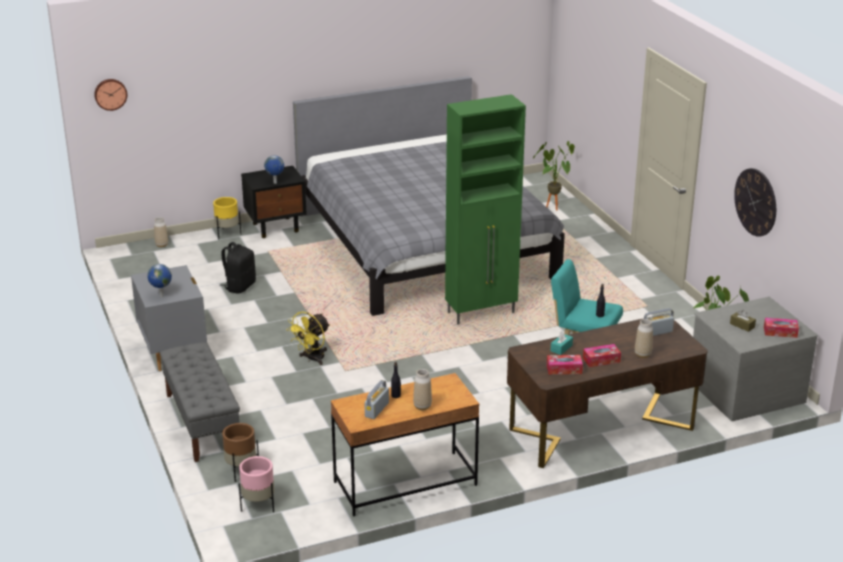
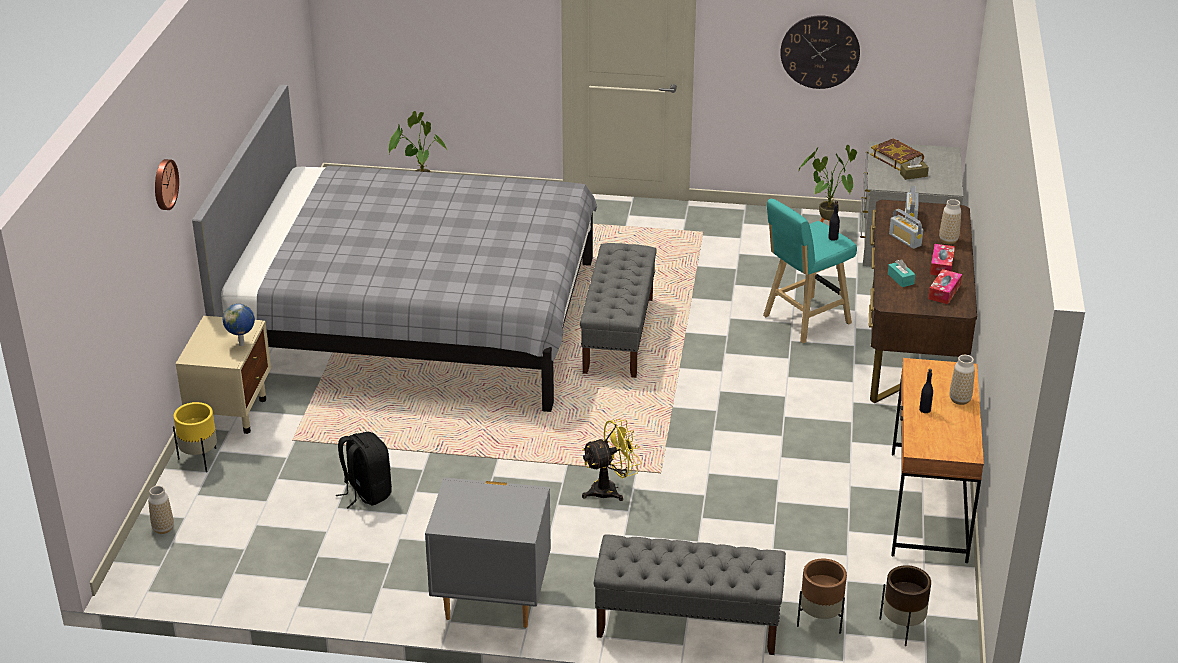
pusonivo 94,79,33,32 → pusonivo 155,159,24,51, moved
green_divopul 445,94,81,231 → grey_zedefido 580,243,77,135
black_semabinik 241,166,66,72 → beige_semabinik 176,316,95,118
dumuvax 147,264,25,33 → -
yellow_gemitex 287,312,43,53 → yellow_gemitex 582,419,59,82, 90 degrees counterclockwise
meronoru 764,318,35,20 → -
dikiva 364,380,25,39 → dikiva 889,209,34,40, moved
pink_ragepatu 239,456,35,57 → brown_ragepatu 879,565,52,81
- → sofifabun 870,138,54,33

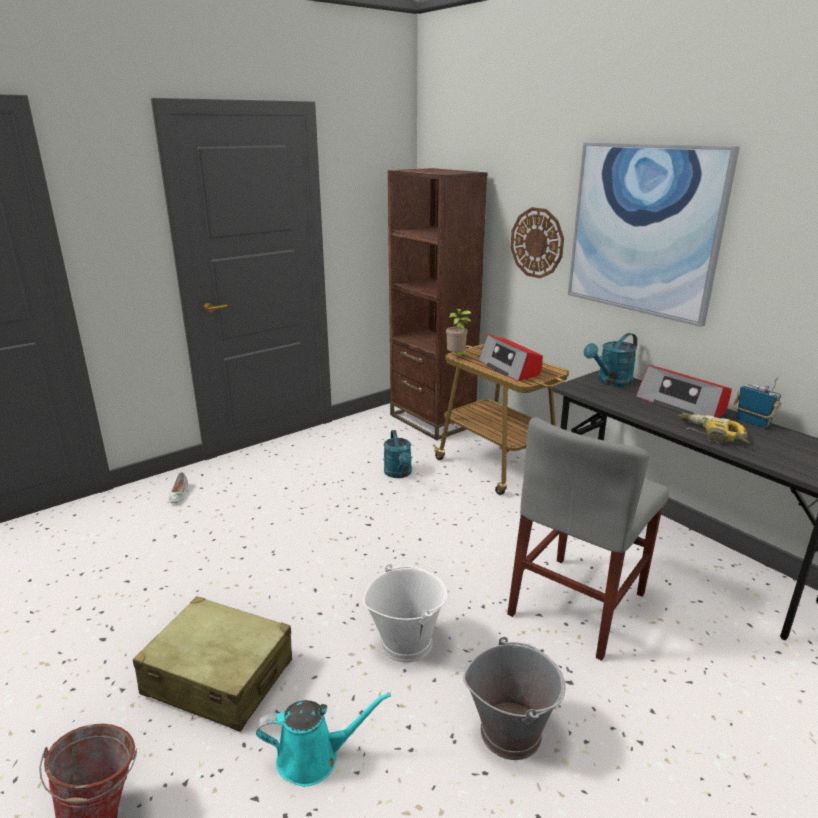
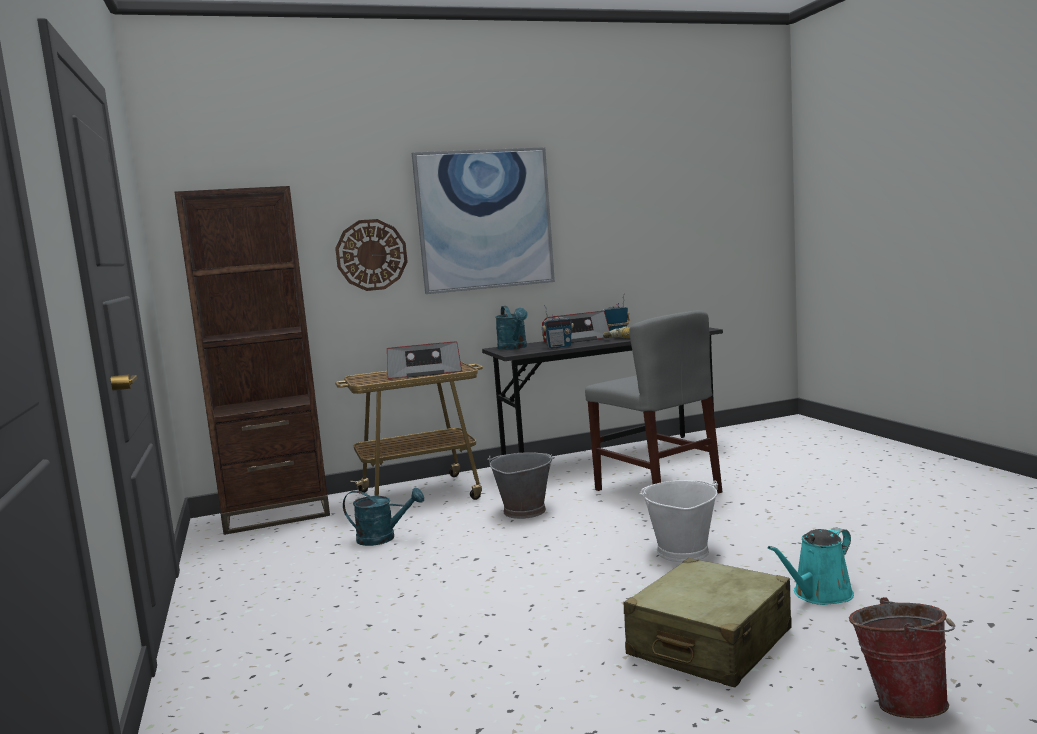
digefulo 446,309,26,48 → -
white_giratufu 169,472,19,31 → -
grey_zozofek 463,637,103,123 → grey_zozofek 487,452,68,67, moved
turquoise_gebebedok 256,693,135,93 → turquoise_gebebedok 768,528,86,77, 135 degrees counterclockwise
- → dikiva 542,305,32,44

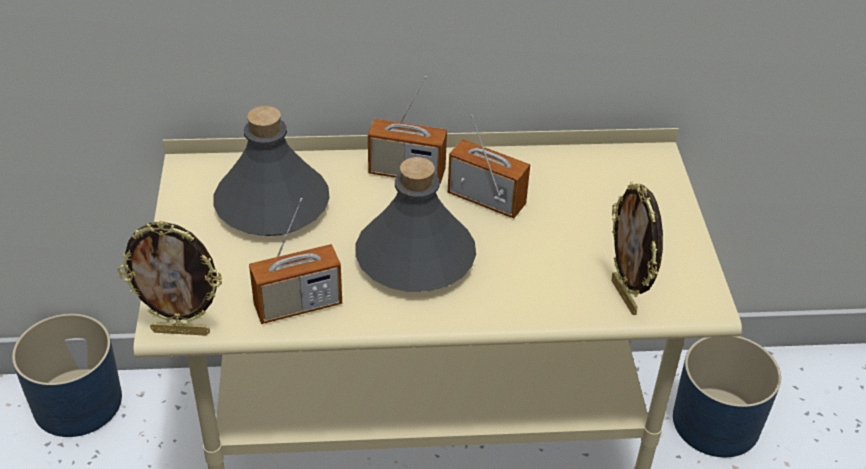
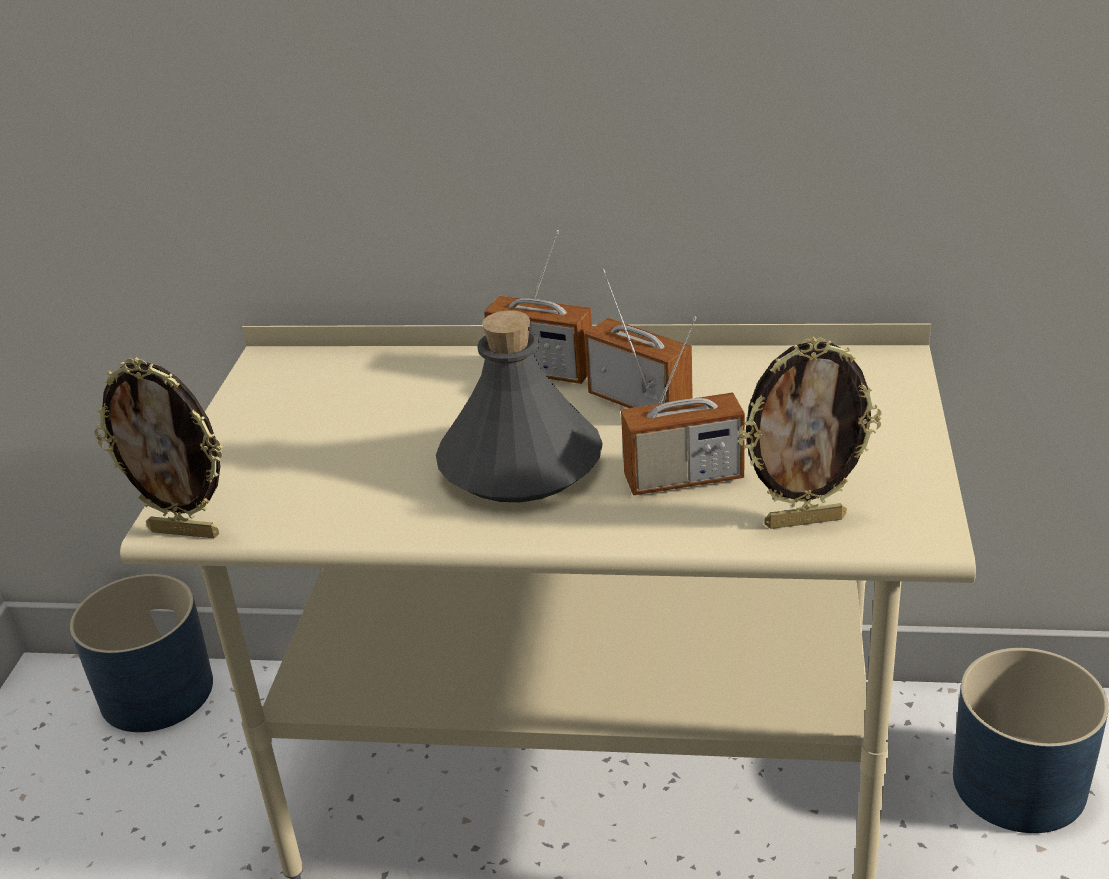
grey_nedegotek 214,106,116,130 → -
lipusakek 612,182,51,133 → lipusakek 738,337,144,192, 90 degrees counterclockwise
dikiva 249,198,93,126 → dikiva 621,317,124,178, moved

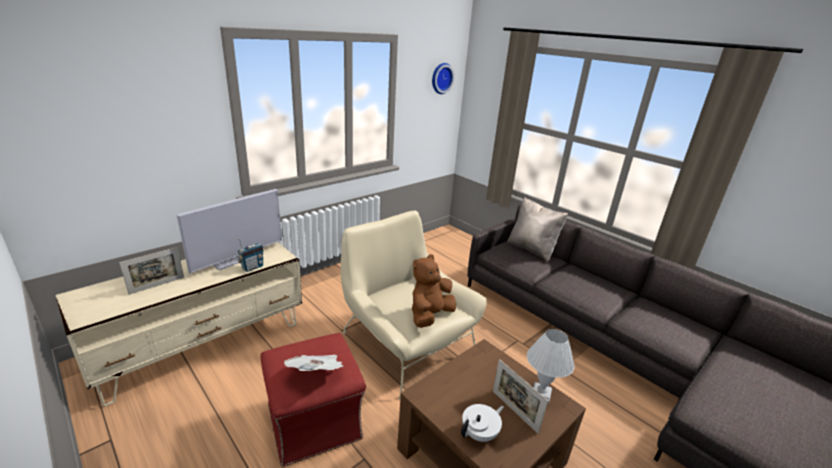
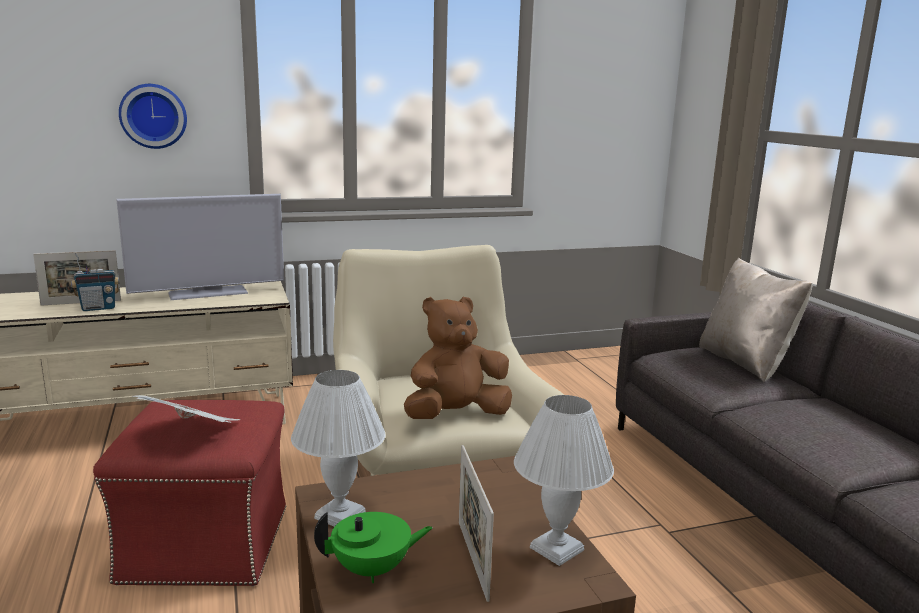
pusonivo 432,63,22,31 → pusonivo 119,84,68,65, moved
dikiva 237,238,27,34 → dikiva 71,252,49,59, moved
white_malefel 461,404,43,38 → green_malefel 314,512,119,71
- → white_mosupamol 291,370,94,157

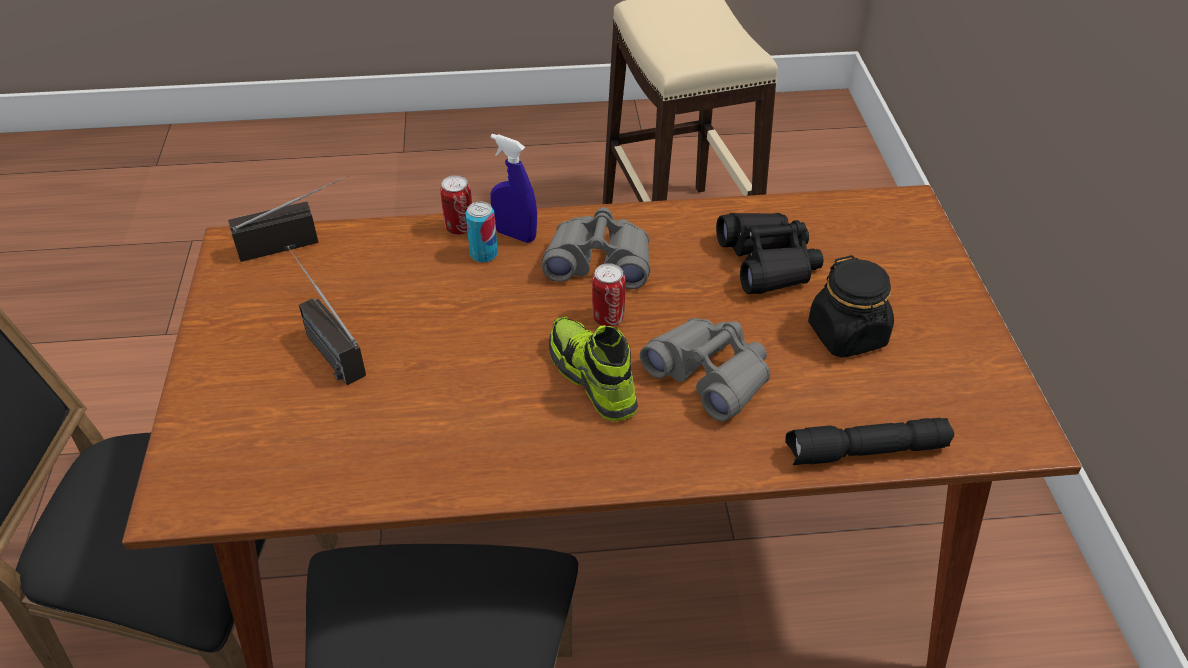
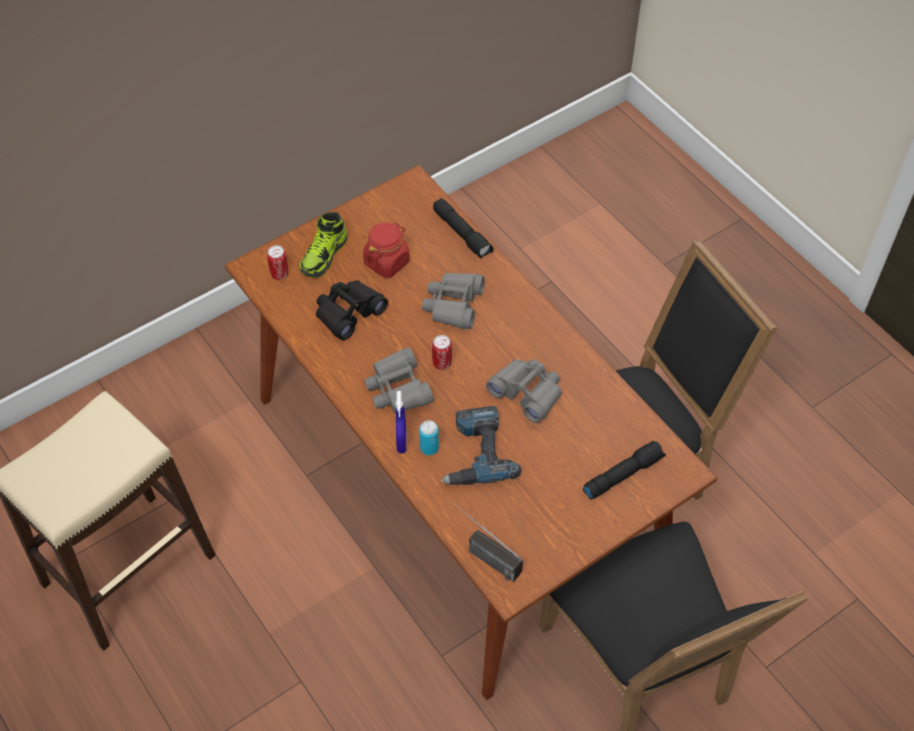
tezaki 440,175,32,60 → tezaki 267,245,21,35, moved
dikiva 287,246,79,139 → -
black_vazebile 808,255,86,103 → red_vazebile 363,222,47,56
giratufu 549,316,89,105 → giratufu 299,212,49,66, moved
- → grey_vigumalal 486,359,76,64
- → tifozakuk 441,406,80,79
- → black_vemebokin 583,441,83,59

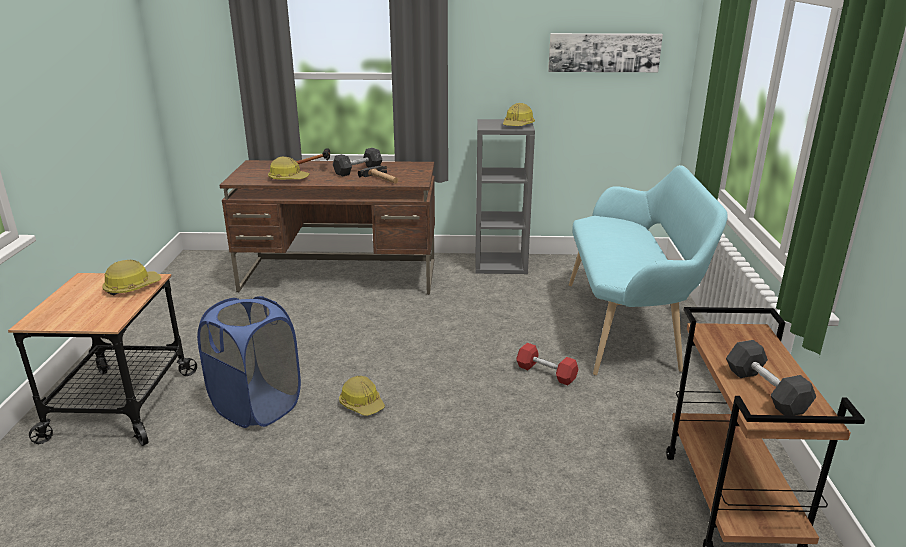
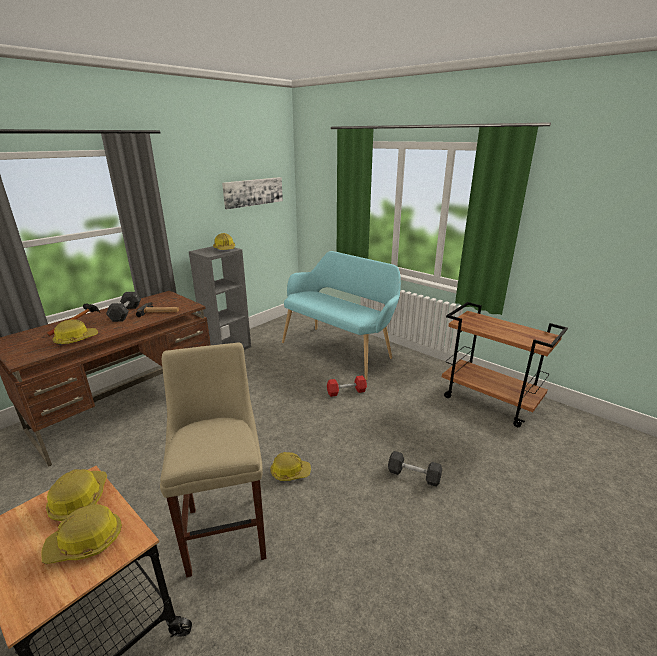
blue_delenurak 197,296,104,132 → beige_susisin 160,342,107,235
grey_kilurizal 726,340,90,76 → grey_kilurizal 388,451,54,36, moved
- → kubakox 41,504,81,60

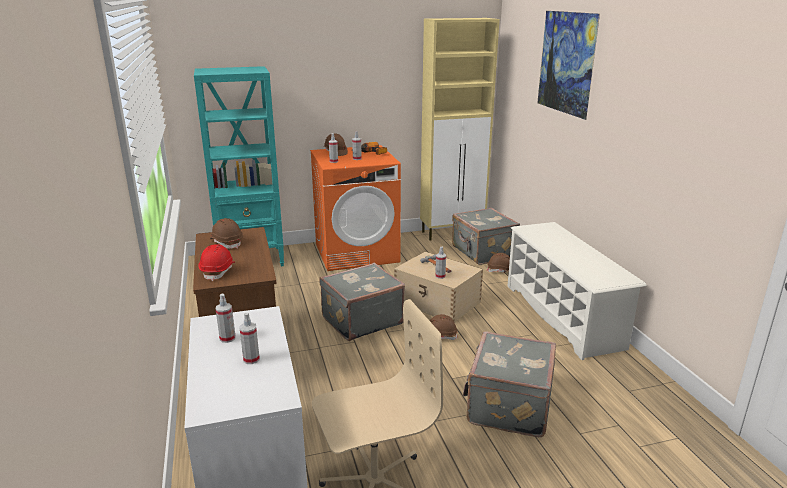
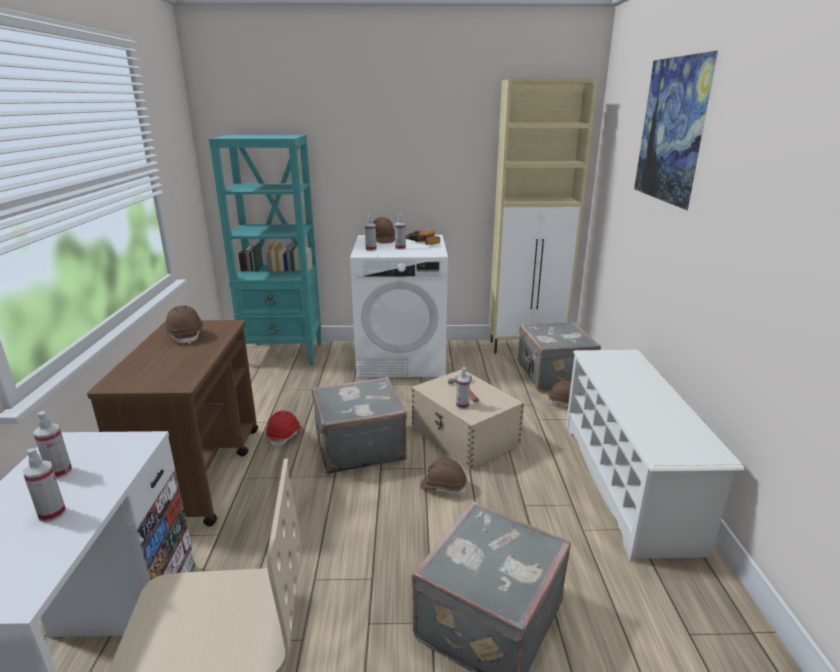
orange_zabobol 310,145,91,126 → white_zabobol 350,235,98,143
red_kubakox 199,244,36,37 → red_kubakox 266,411,37,36, moved

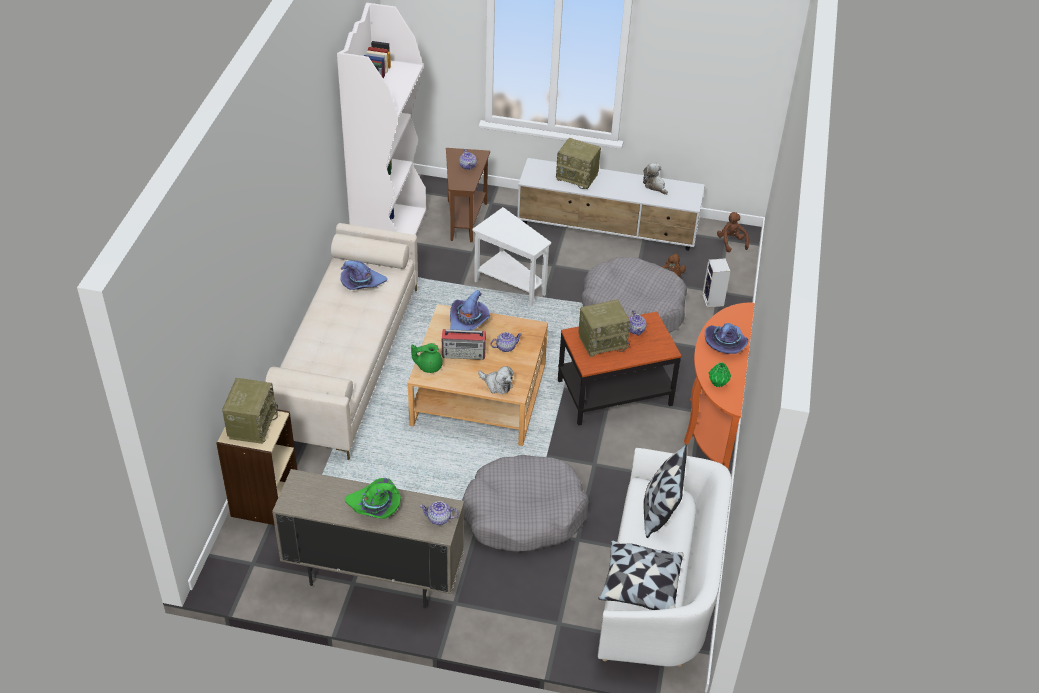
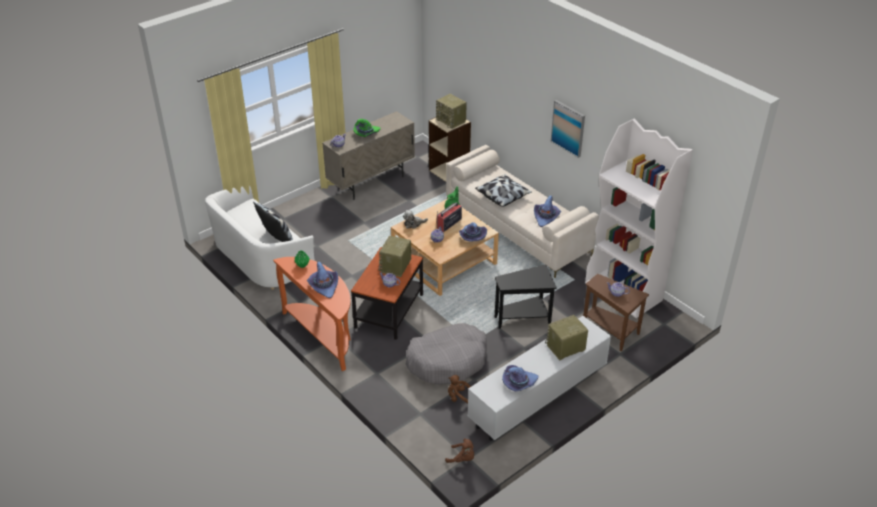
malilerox 643,163,25,32 → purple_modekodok 502,365,37,26
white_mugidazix 472,207,79,99 → black_mugidazix 495,264,62,65
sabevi 702,258,28,50 → -
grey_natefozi 462,455,127,97 → -
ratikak 599,540,85,70 → ratikak 475,174,57,33, moved
- → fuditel 551,100,34,58

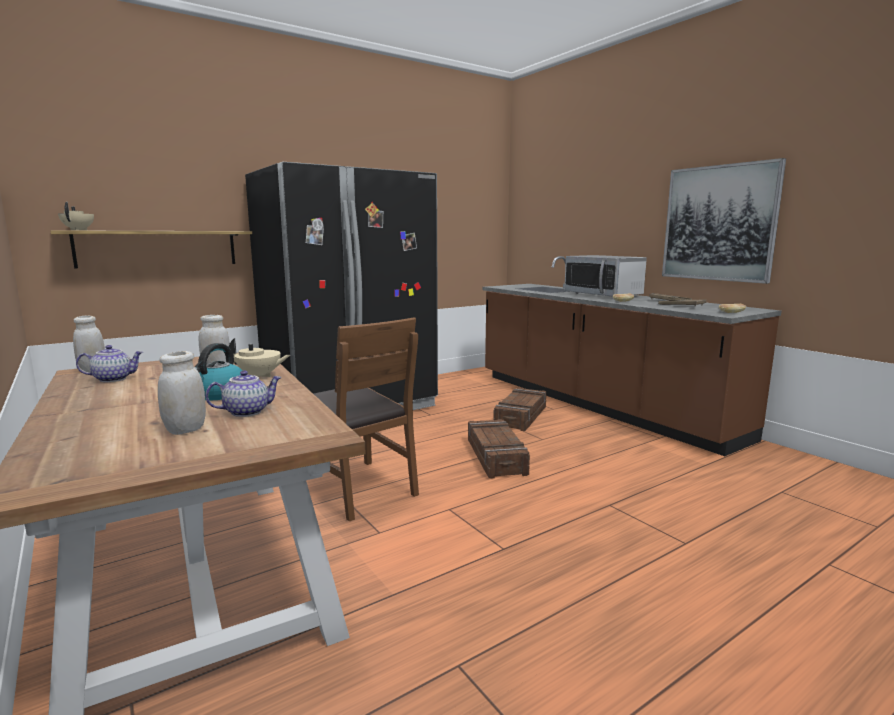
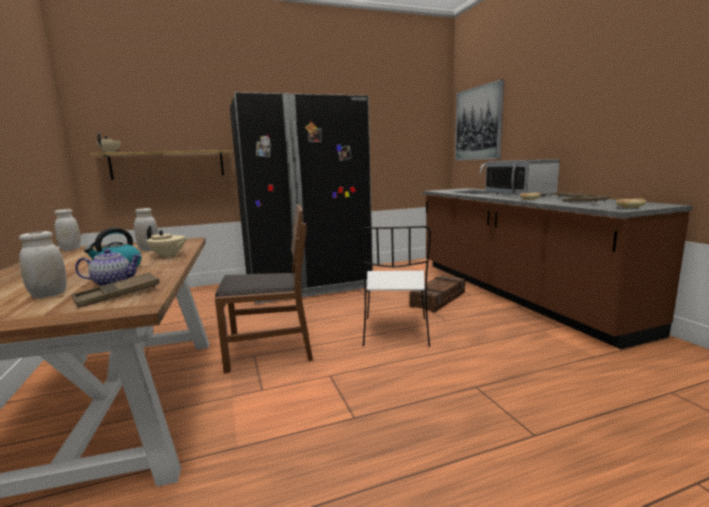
fuditel 662,158,124,126 → fuditel 455,79,49,81, moved
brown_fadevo 314,317,105,204 → brown_fadevo 215,204,98,169, 75 degrees counterclockwise
malefel 76,345,67,37 → -
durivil 468,419,62,60 → white_fadevo 359,226,72,121
- → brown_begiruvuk 72,272,88,36

